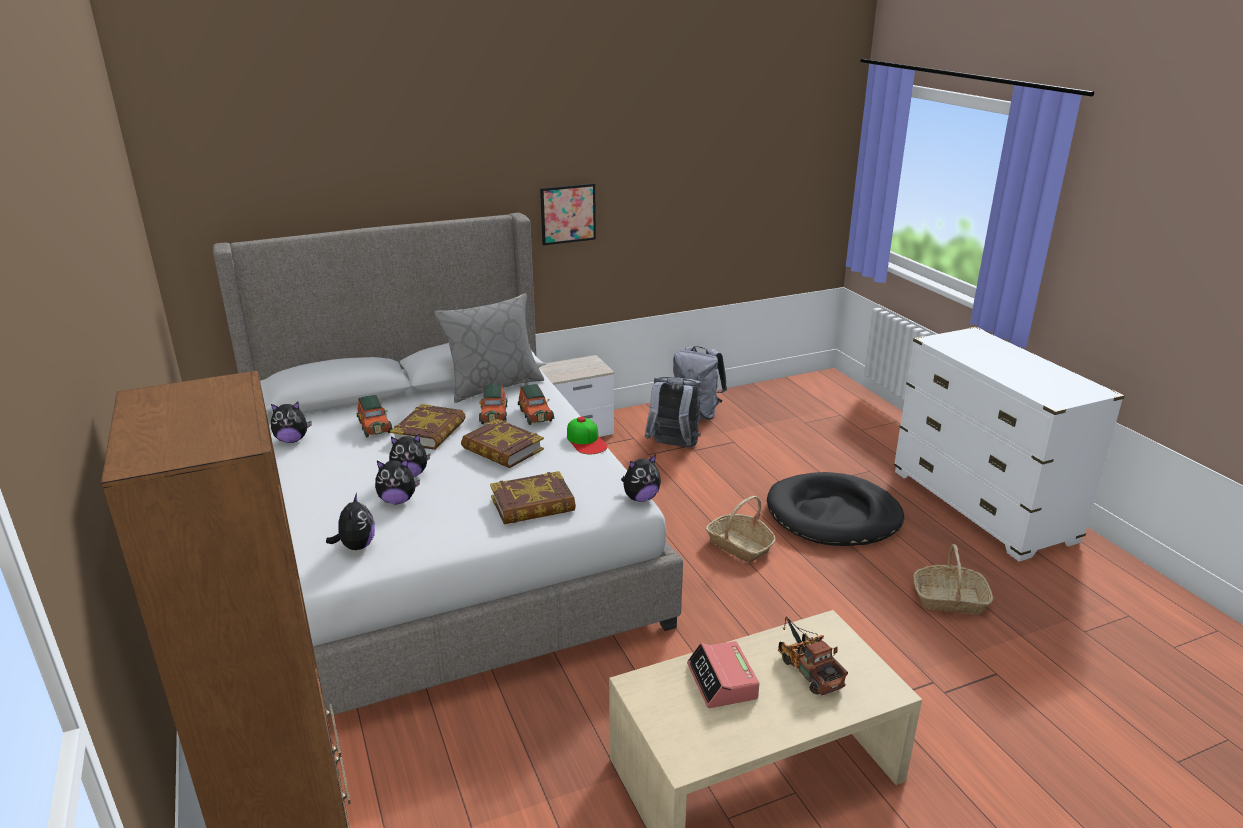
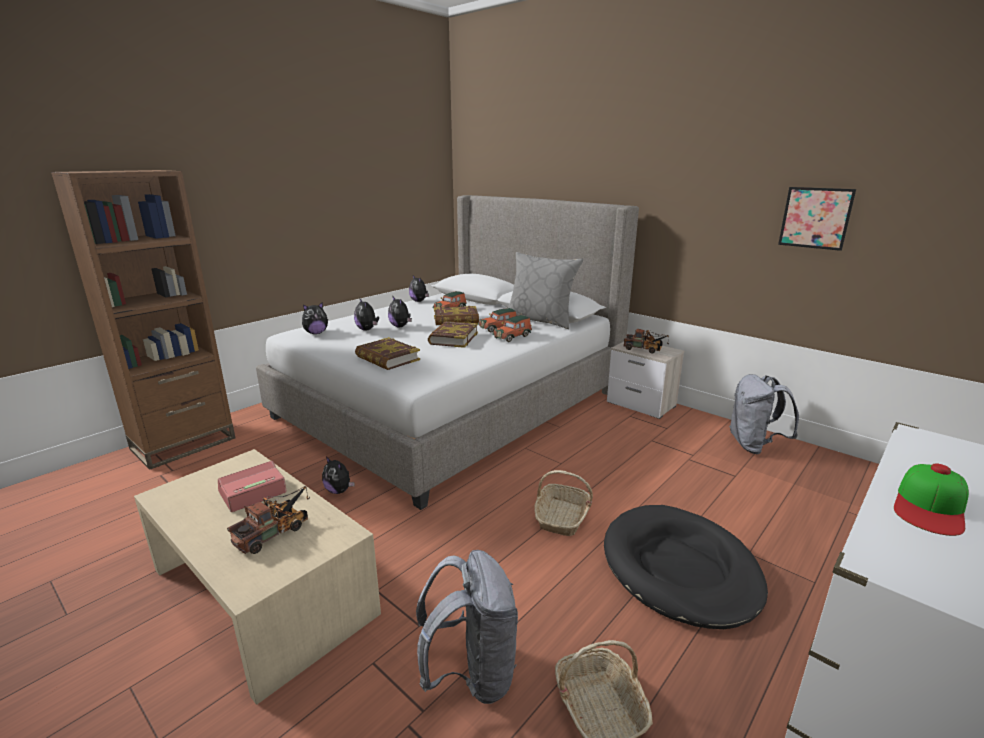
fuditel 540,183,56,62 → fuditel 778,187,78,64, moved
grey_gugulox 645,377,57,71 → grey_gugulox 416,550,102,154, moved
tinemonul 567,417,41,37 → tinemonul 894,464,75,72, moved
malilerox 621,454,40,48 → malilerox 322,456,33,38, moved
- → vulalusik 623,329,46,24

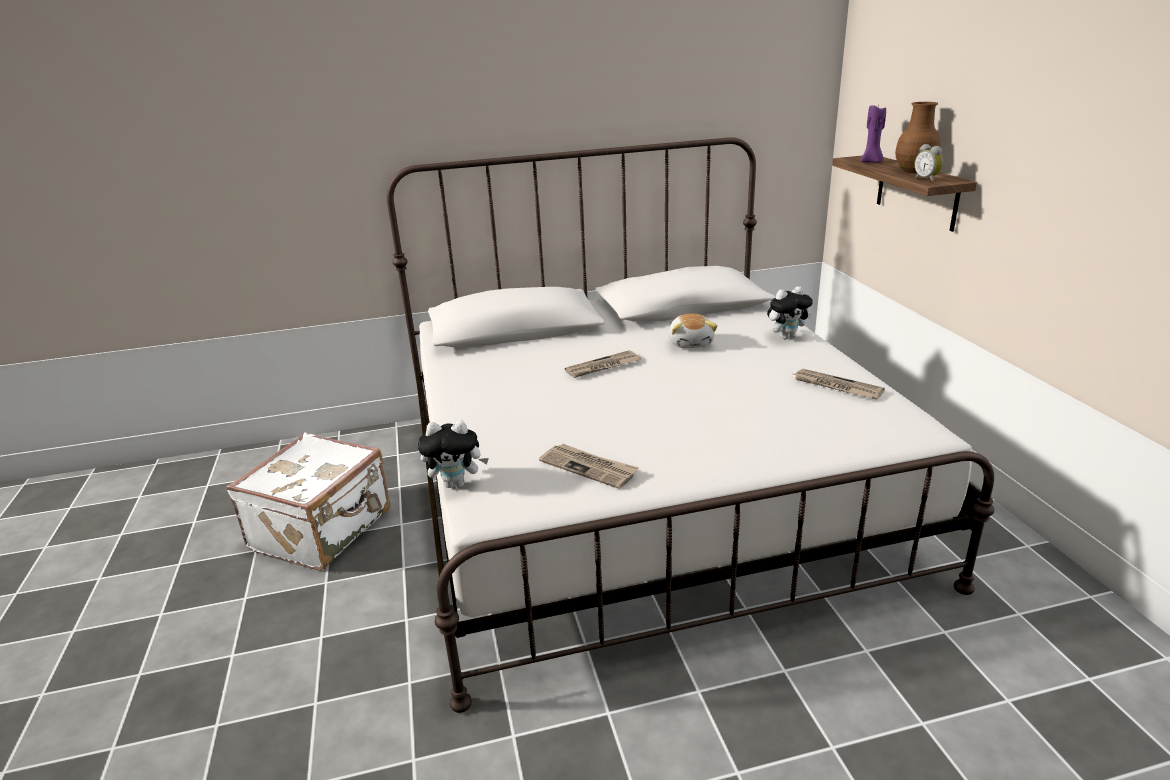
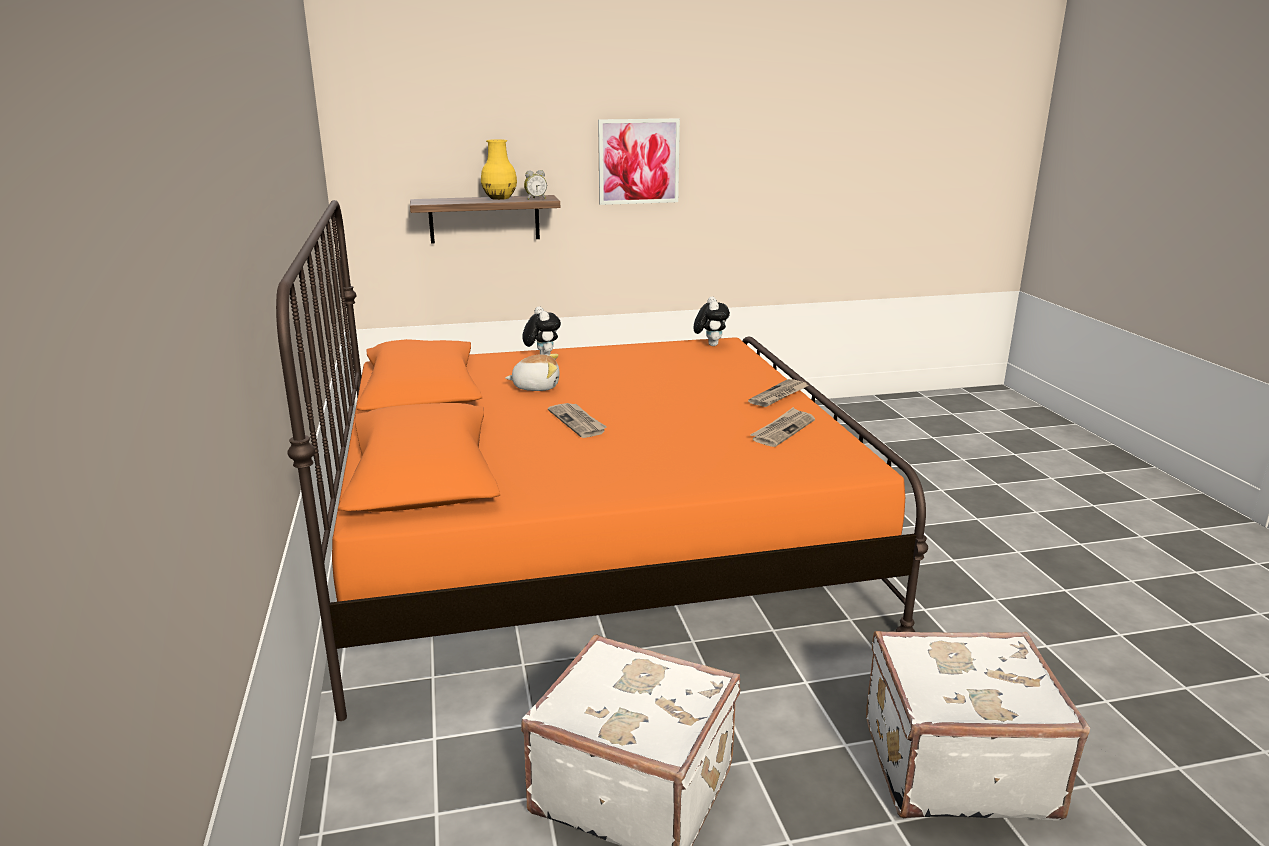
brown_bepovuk 895,102,46,71 → yellow_bepovuk 481,139,36,61
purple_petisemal 861,103,25,59 → -
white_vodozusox 387,137,607,576 → orange_vodozusox 276,200,652,521
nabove 794,369,91,30 → nabove 748,379,61,28, moved
malilerox 418,421,71,67 → malilerox 694,297,36,49, moved
- → fuditel 598,118,82,87
- → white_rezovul 866,631,224,189

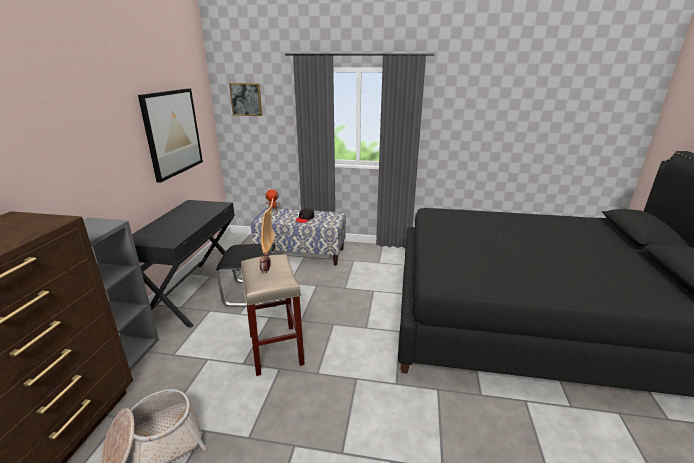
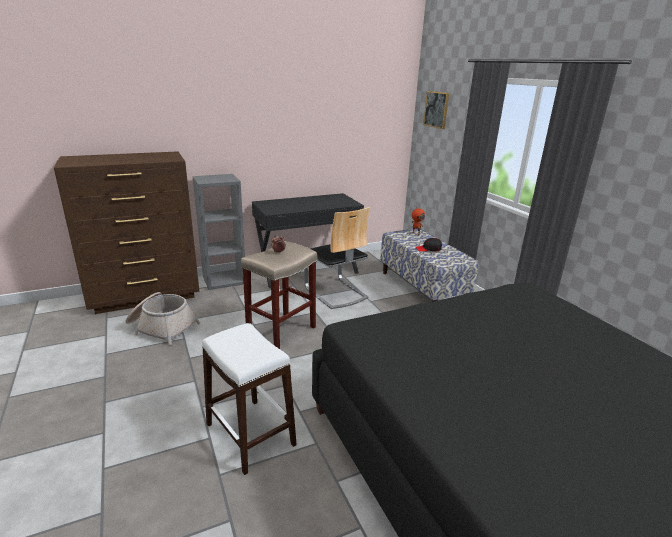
fuditel 138,88,65,95 → -
- → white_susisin 202,323,95,152

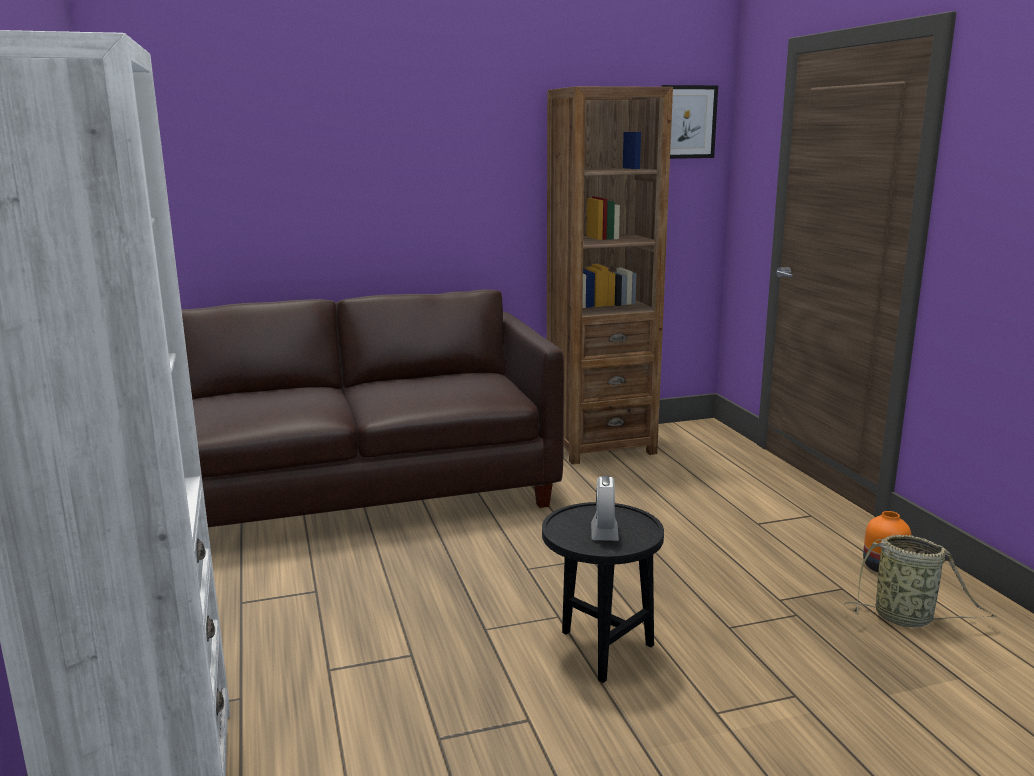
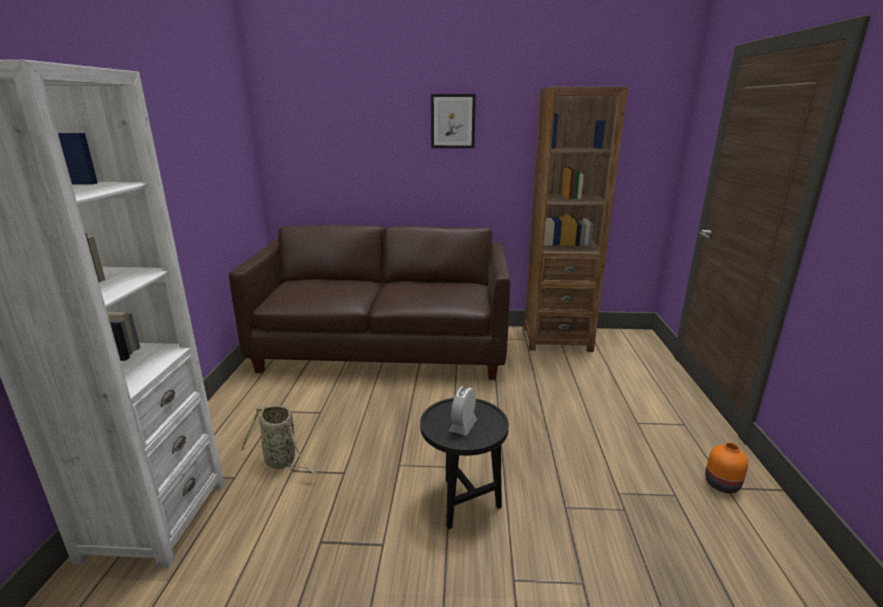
fuditel 661,85,57,74 → fuditel 431,94,45,54, moved
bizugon 844,535,153,92 → bizugon 240,405,79,70, moved

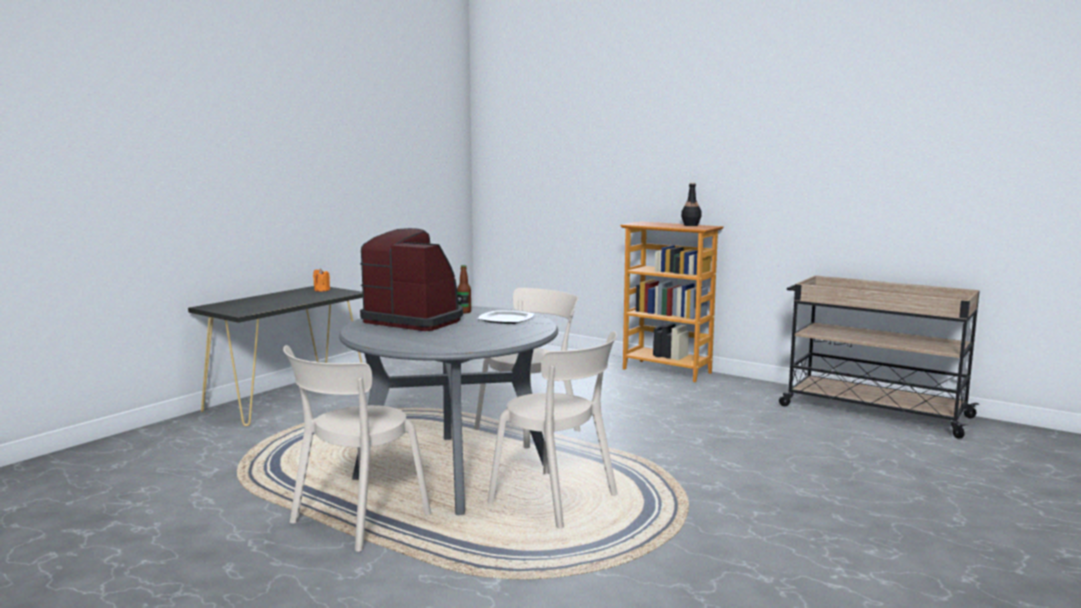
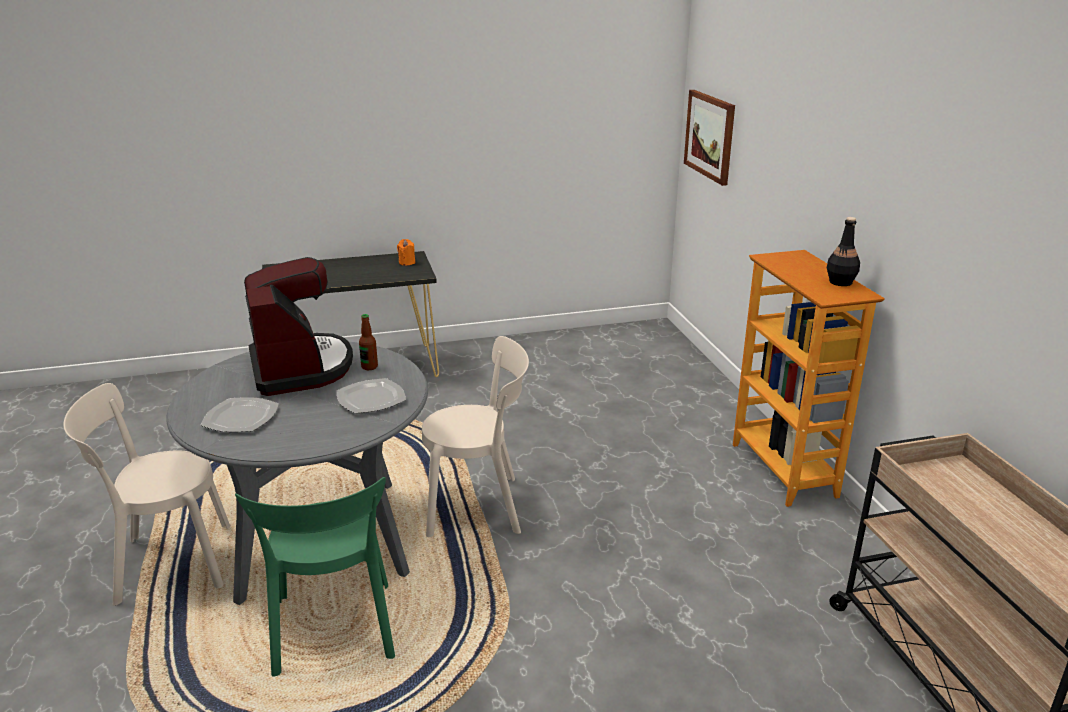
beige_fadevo 487,331,131,198 → green_fadevo 235,477,160,199
- → fuditel 684,90,51,96
- → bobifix 201,397,78,35

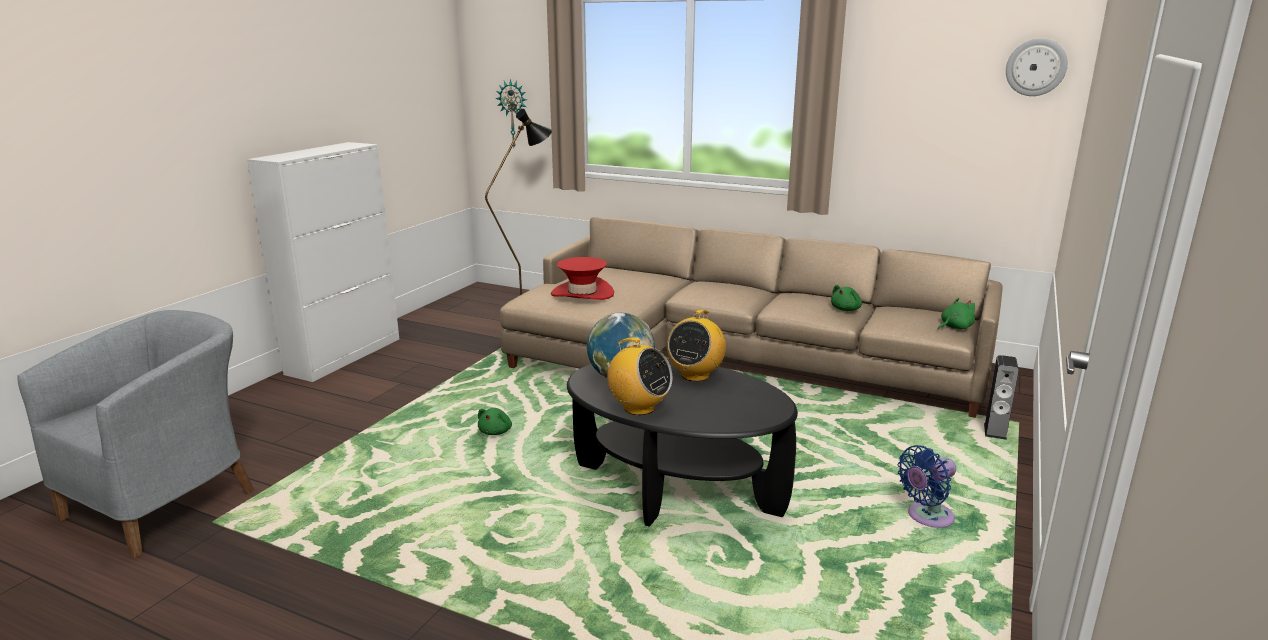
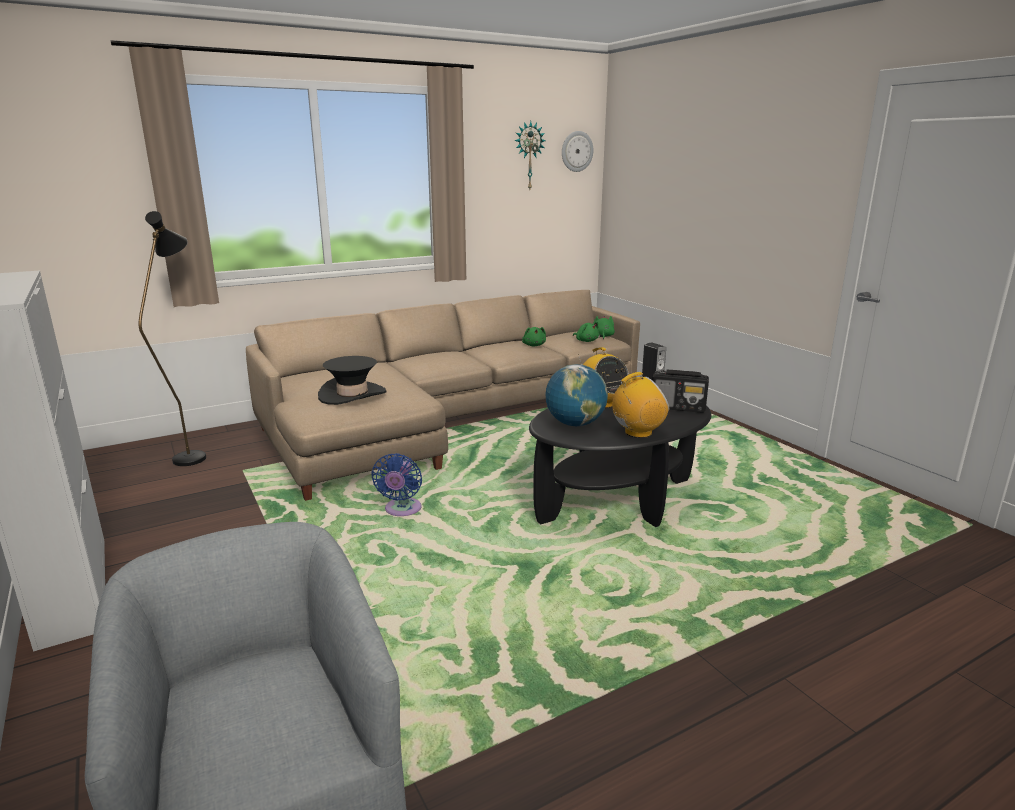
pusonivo 496,79,31,69 → pusonivo 514,121,32,68, moved
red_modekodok 551,257,63,43 → black_modekodok 318,356,68,49
green_malilerox 478,408,34,27 → green_malilerox 573,322,26,20, moved
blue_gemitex 898,445,58,83 → blue_gemitex 371,453,51,63, moved
- → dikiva 652,370,57,43

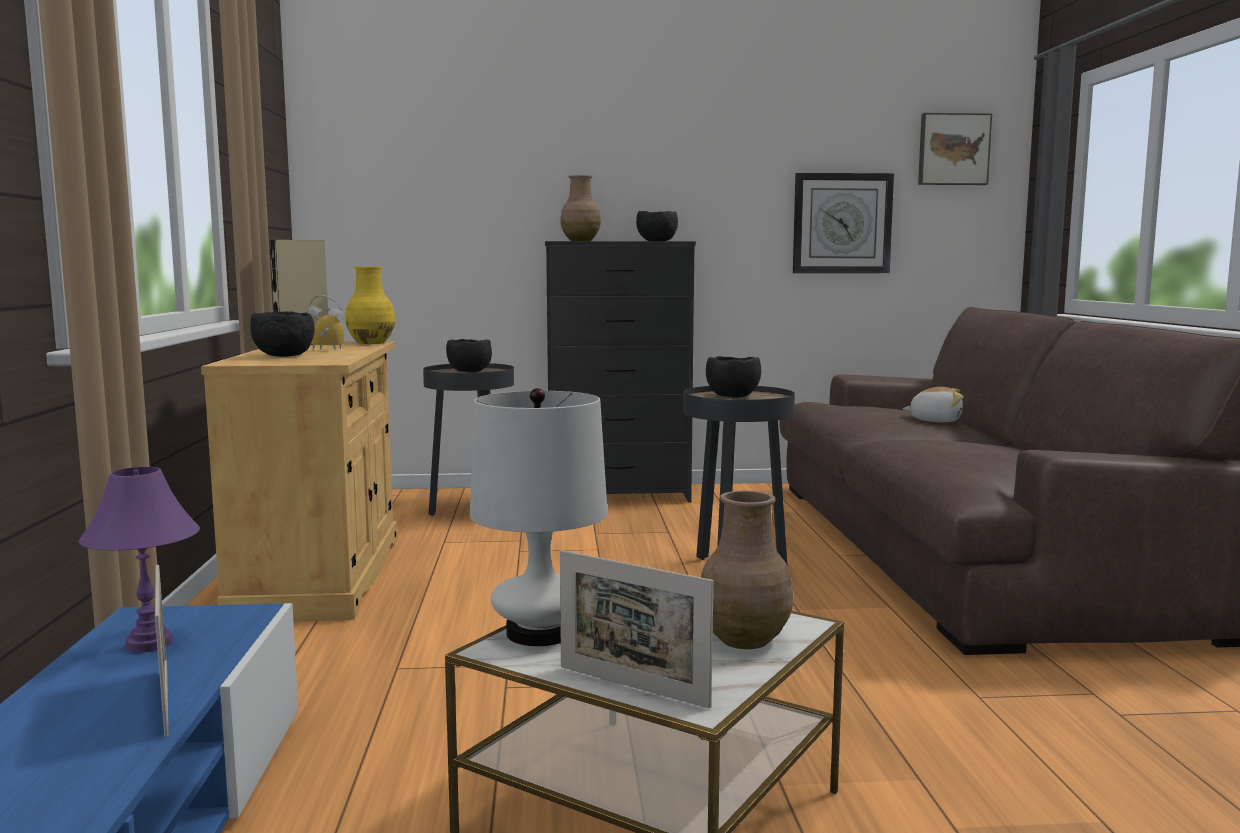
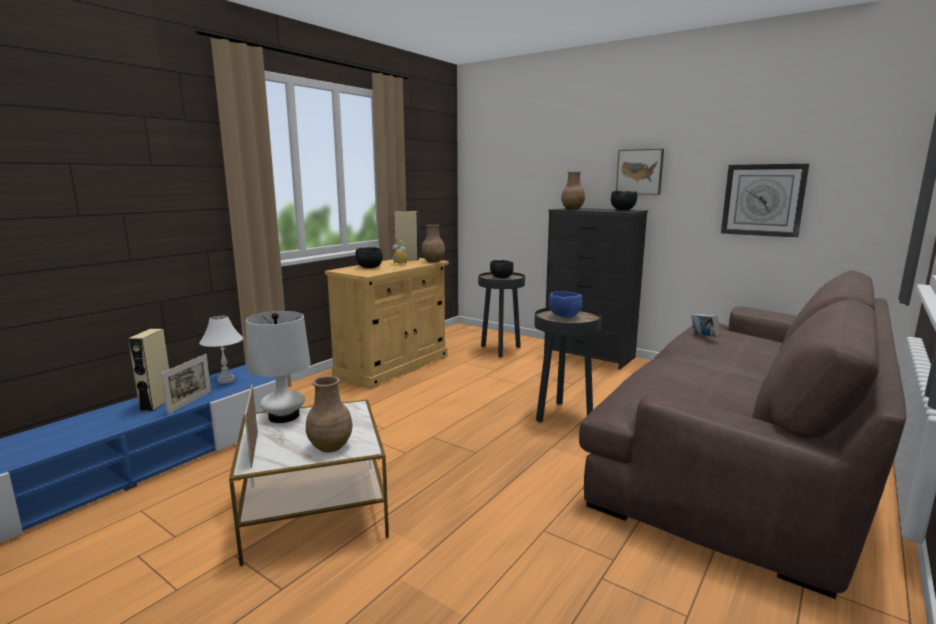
fuditel 918,113,74,72 → fuditel 616,149,48,46, moved
yellow_bepovuk 345,266,50,78 → brown_bepovuk 422,224,23,39
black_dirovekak 706,356,55,42 → blue_dirovekak 549,291,34,27
malilerox 903,387,60,35 → -
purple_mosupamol 79,467,121,186 → white_mosupamol 199,316,44,68
- → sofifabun 691,314,29,23
- → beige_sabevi 128,329,41,82

